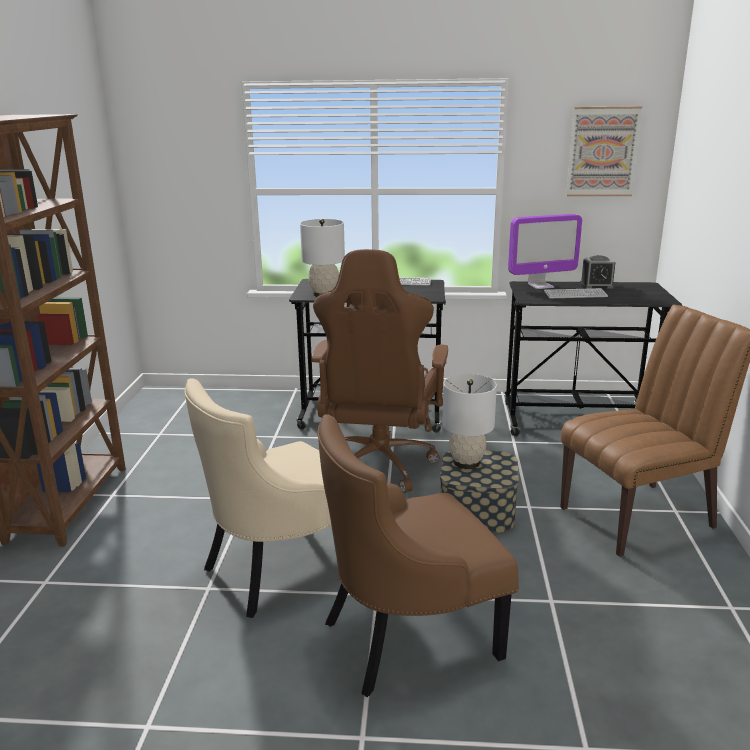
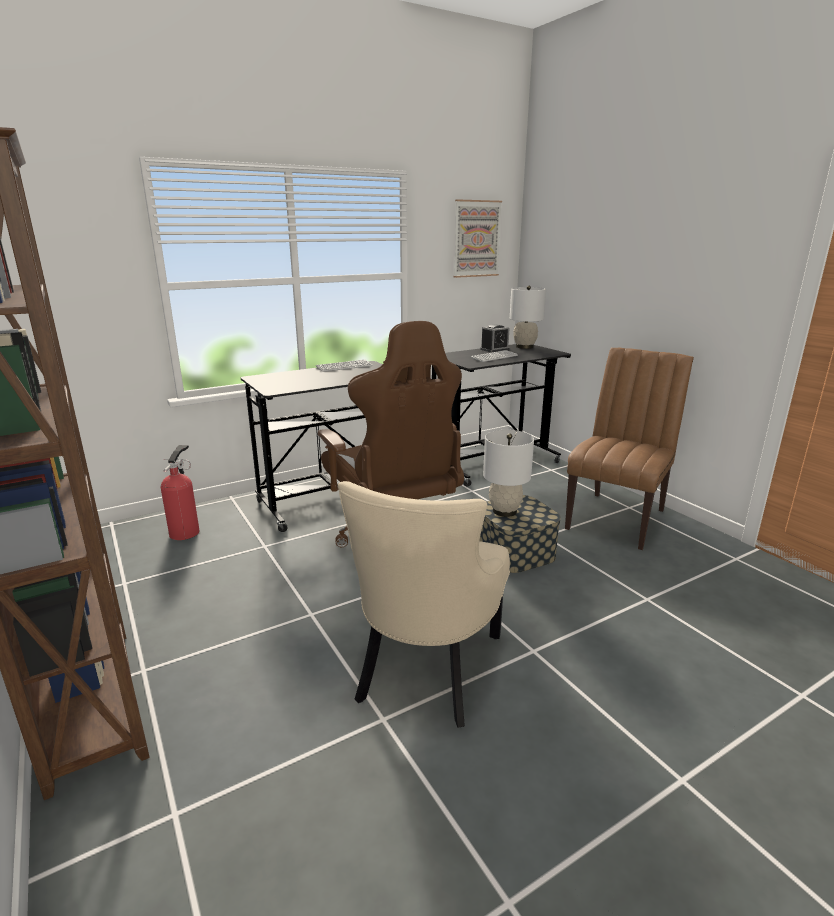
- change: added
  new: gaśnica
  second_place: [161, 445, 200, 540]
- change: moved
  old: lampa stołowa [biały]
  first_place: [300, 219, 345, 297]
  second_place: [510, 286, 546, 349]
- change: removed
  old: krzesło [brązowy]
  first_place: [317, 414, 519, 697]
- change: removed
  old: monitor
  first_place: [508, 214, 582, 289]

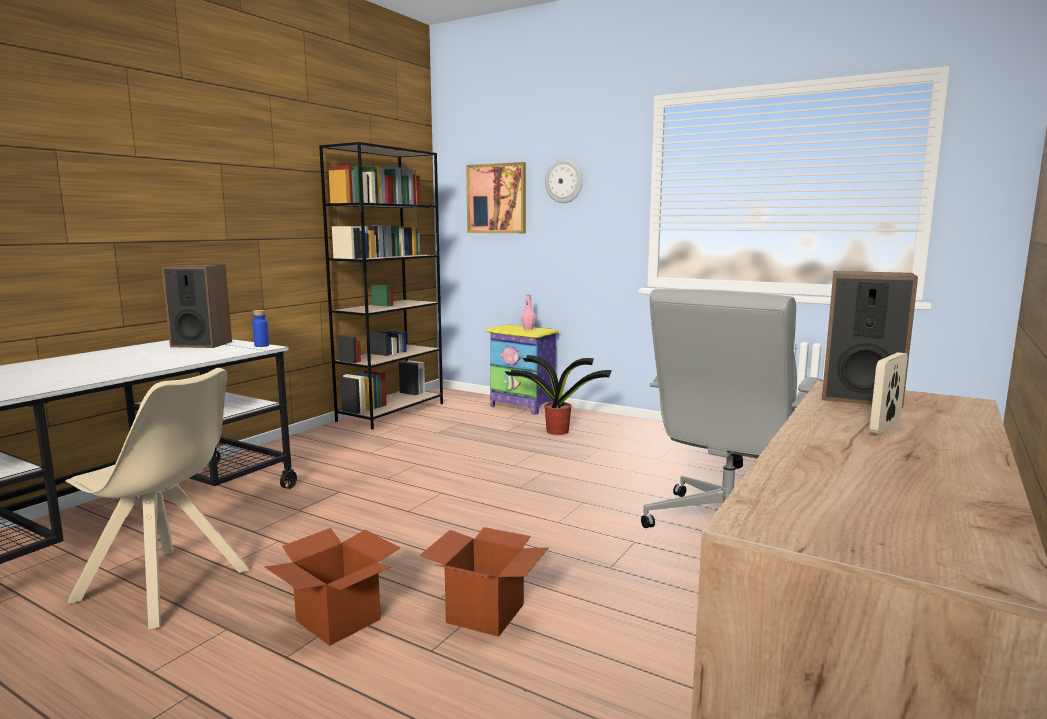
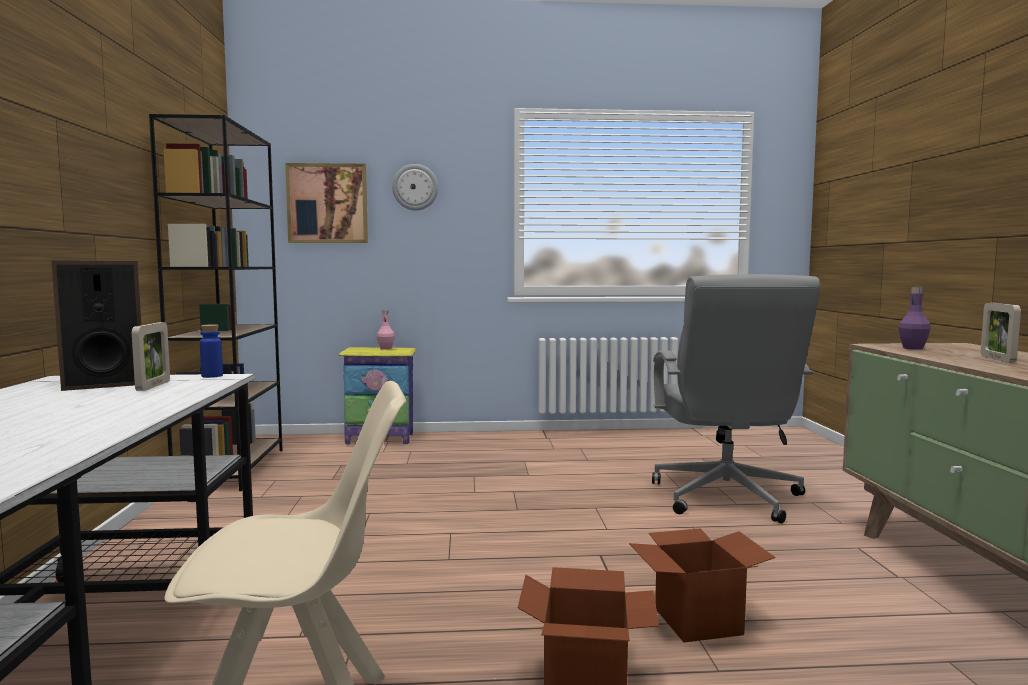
- change: added
  new: ramka na zdjęcie
  second_place: [132, 322, 170, 391]
- change: replaced
  old: głośnik
  new: butelka [fioletowy]
  first_place: [822, 271, 918, 408]
  second_place: [898, 287, 931, 350]
- change: removed
  old: roślina doniczkowa
  first_place: [505, 355, 612, 435]

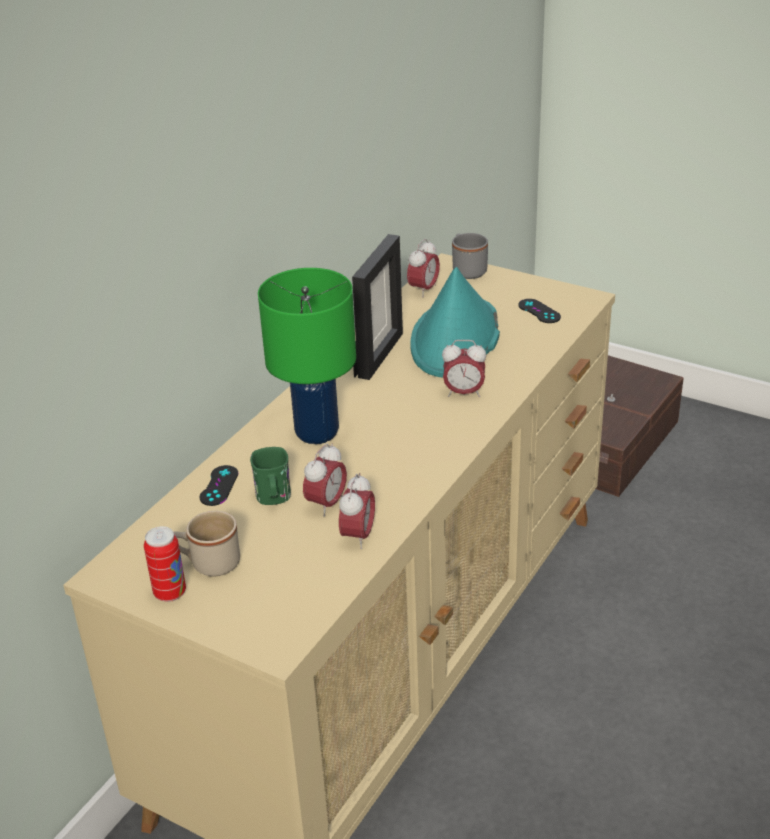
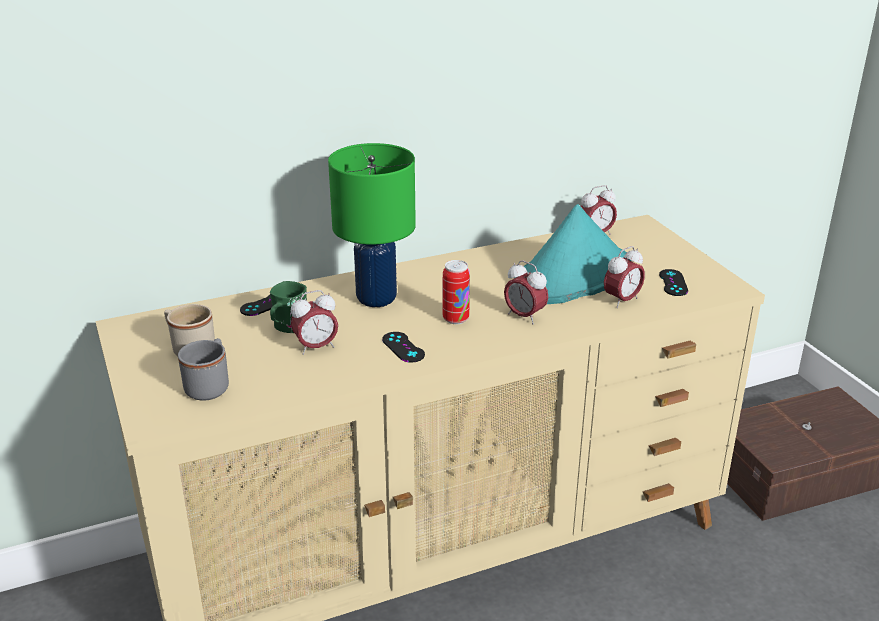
- change: moved
  old: kubek [szary]
  first_place: [452, 233, 488, 279]
  second_place: [178, 338, 229, 401]
- change: added
  new: pad do gier [czarny]
  second_place: [382, 332, 425, 363]
- change: moved
  old: puszka
  first_place: [144, 526, 186, 602]
  second_place: [443, 260, 470, 324]
- change: moved
  old: budzik
  first_place: [339, 473, 375, 549]
  second_place: [604, 246, 645, 308]
- change: removed
  old: ramka na zdjęcie
  first_place: [352, 234, 403, 380]

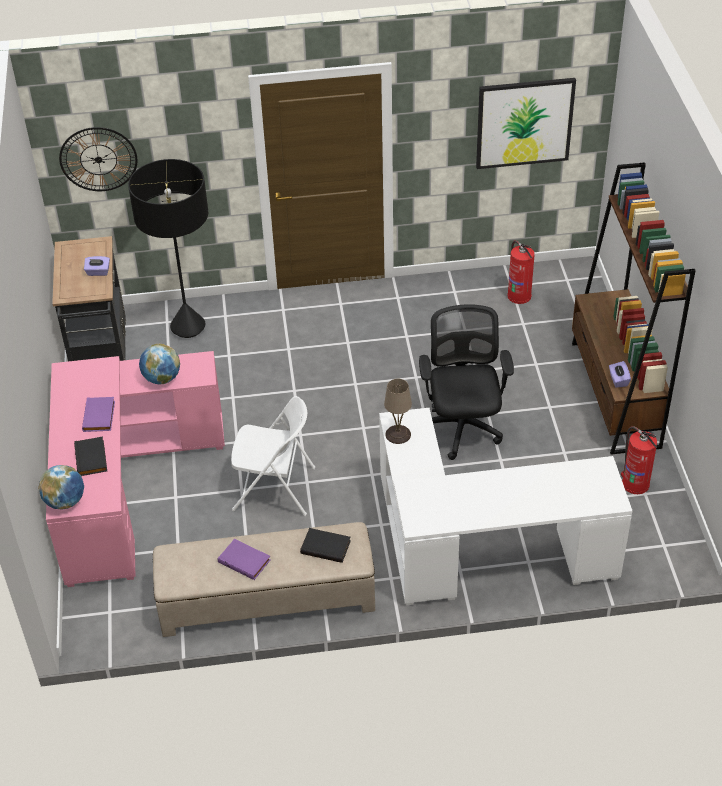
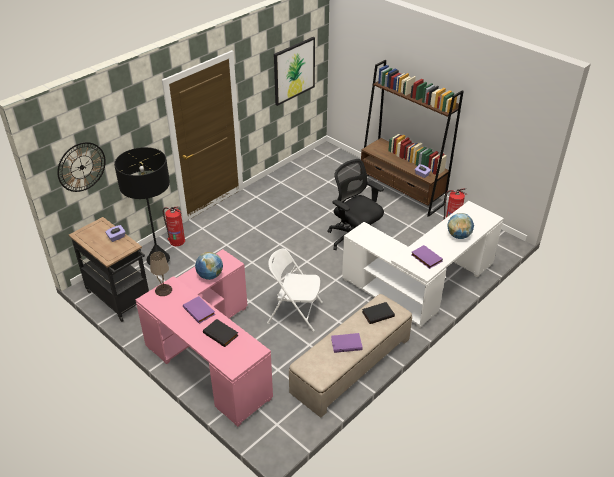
- change: moved
  old: lampa stołowa [beżowy]
  first_place: [384, 379, 412, 444]
  second_place: [150, 252, 172, 296]
- change: moved
  old: gaśnica
  first_place: [507, 240, 535, 304]
  second_place: [163, 206, 185, 246]
- change: turned
  old: krzesło [biały]
  first_place: [231, 396, 315, 516]
  second_place: [267, 249, 323, 332]
  degrees: -135
- change: added
  new: książka [fioletowy]
  second_place: [411, 245, 443, 269]
- change: moved
  old: globus
  first_place: [38, 465, 84, 509]
  second_place: [447, 213, 474, 239]

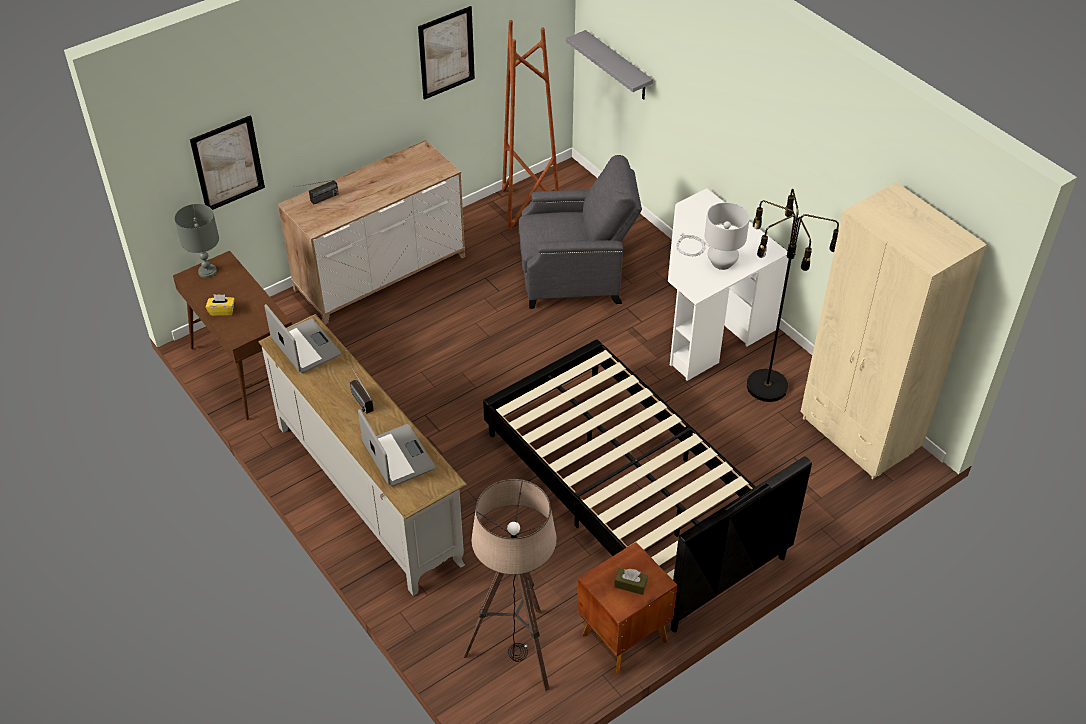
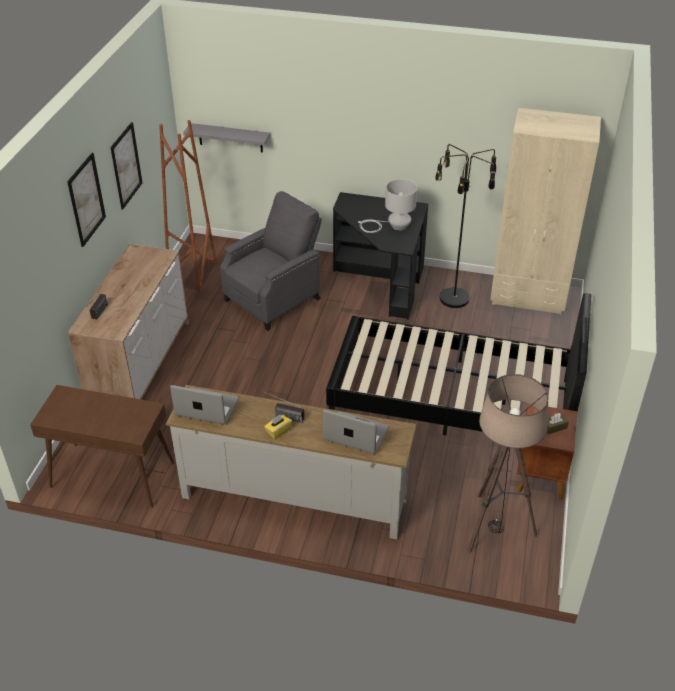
- change: moved
  old: obraz
  first_place: [190, 115, 265, 210]
  second_place: [67, 153, 106, 247]
- change: moved
  old: pudełko chusteczek [żółty]
  first_place: [206, 294, 235, 316]
  second_place: [264, 414, 292, 439]
- change: recoloured
  old: biurko [biały]
  new: biurko [czarny]
  first_place: [668, 188, 789, 381]
  second_place: [333, 192, 428, 320]
- change: removed
  old: lampa stołowa [szary]
  first_place: [174, 204, 219, 278]

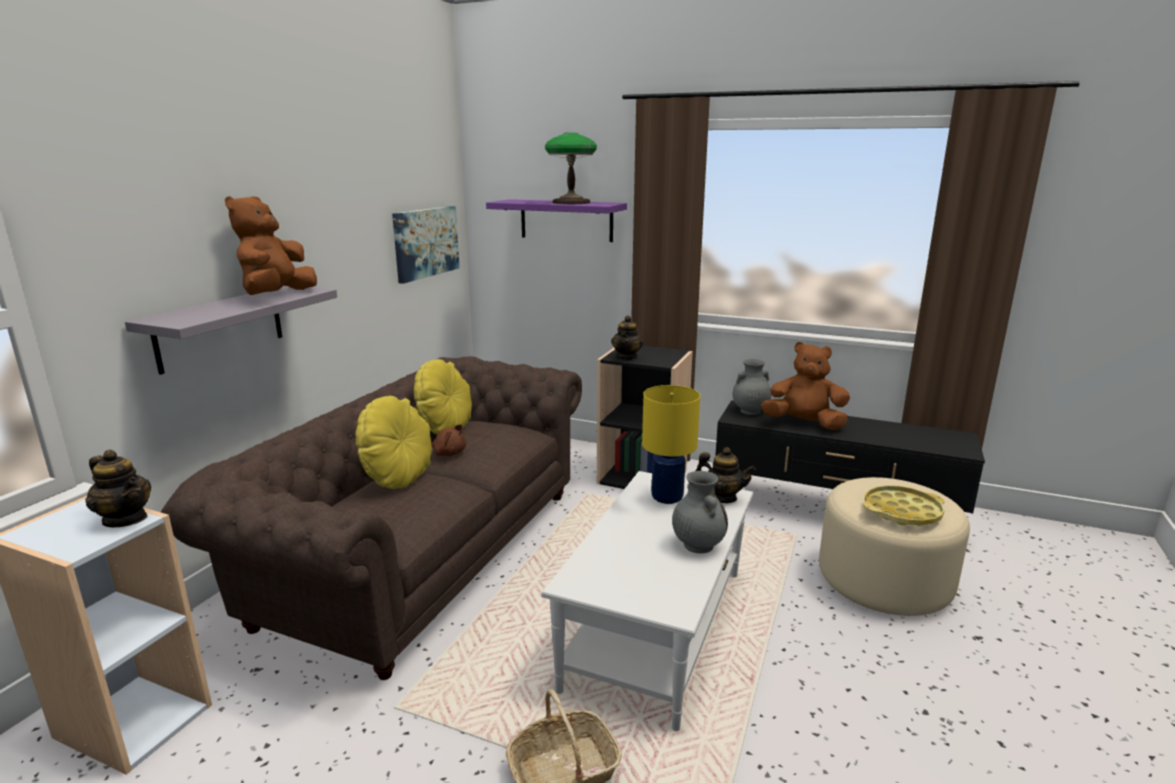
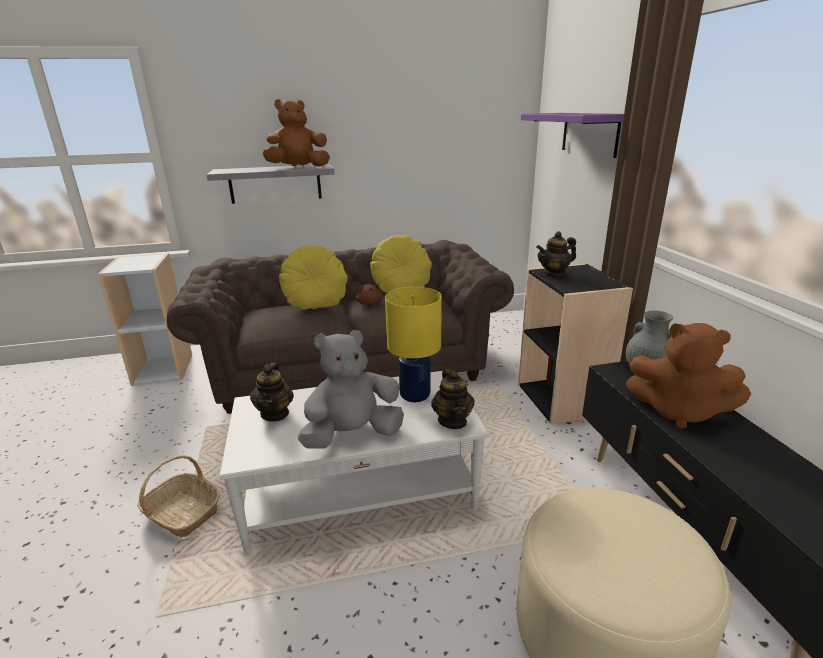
- change: moved
  old: imbryk
  first_place: [85, 450, 151, 527]
  second_place: [250, 363, 294, 422]
- change: replaced
  old: wazon [szary]
  new: pluszak [szary]
  first_place: [672, 471, 728, 553]
  second_place: [297, 330, 404, 449]
- change: turned
  old: pluszak [brązowy]
  first_place: [761, 342, 850, 430]
  second_place: [626, 323, 751, 429]
  degrees: 135
- change: removed
  old: obraz
  first_place: [392, 206, 460, 284]
- change: removed
  old: lampa stołowa
  first_place: [545, 133, 597, 204]
- change: removed
  old: taca [żółty]
  first_place: [863, 485, 945, 526]

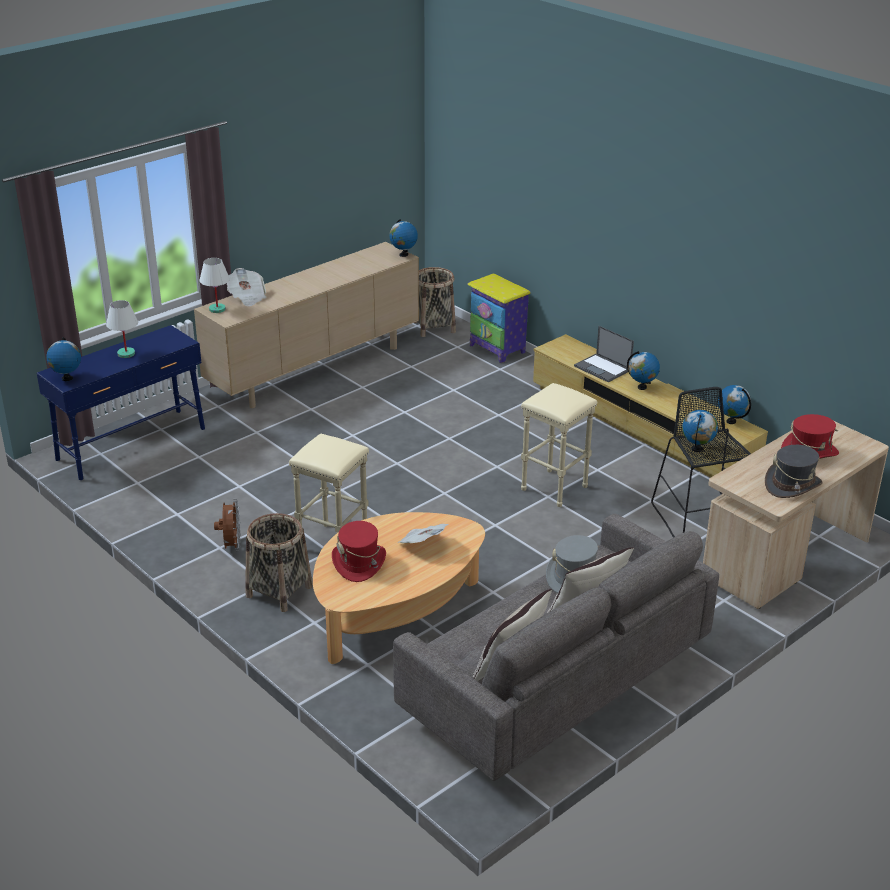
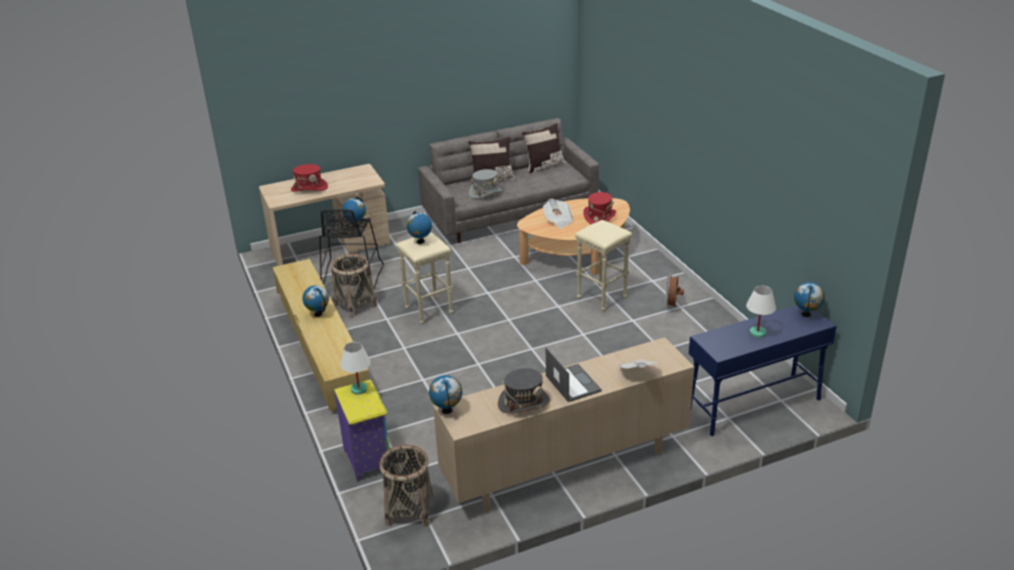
- change: moved
  old: koszyk
  first_place: [245, 513, 313, 612]
  second_place: [331, 253, 377, 318]
- change: moved
  old: lampa stołowa [biały]
  first_place: [199, 258, 230, 313]
  second_place: [340, 342, 371, 395]
- change: moved
  old: globus
  first_place: [718, 385, 751, 424]
  second_place: [406, 211, 432, 244]
- change: moved
  old: kapelusz [szary]
  first_place: [765, 445, 822, 498]
  second_place: [498, 368, 550, 414]
- change: moved
  old: laptop
  first_place: [574, 326, 634, 383]
  second_place: [546, 348, 602, 402]

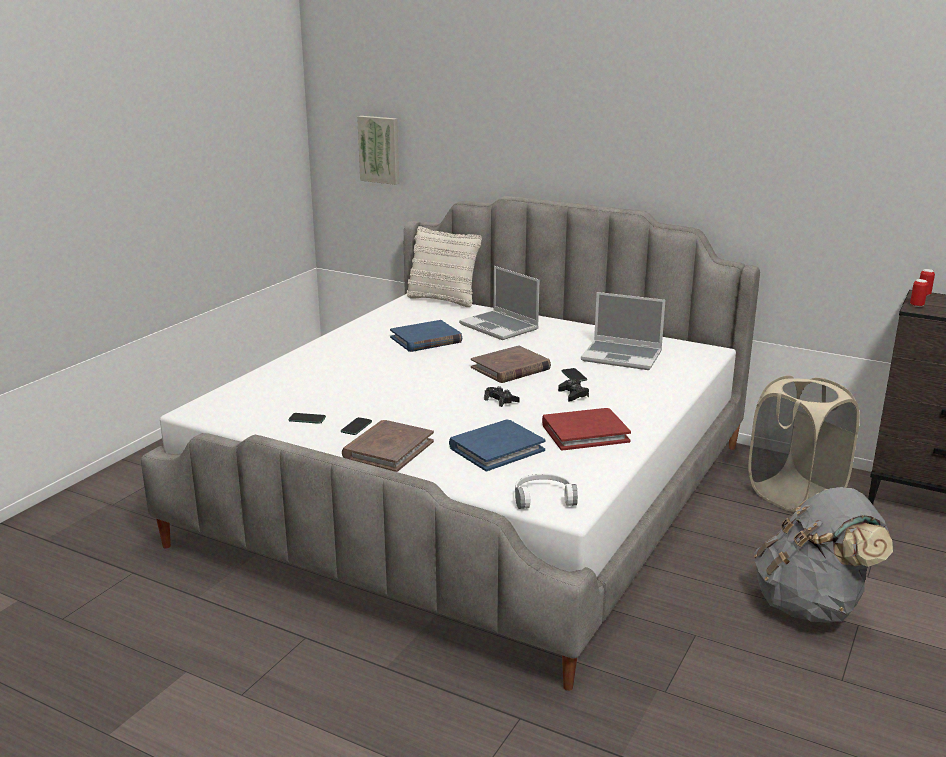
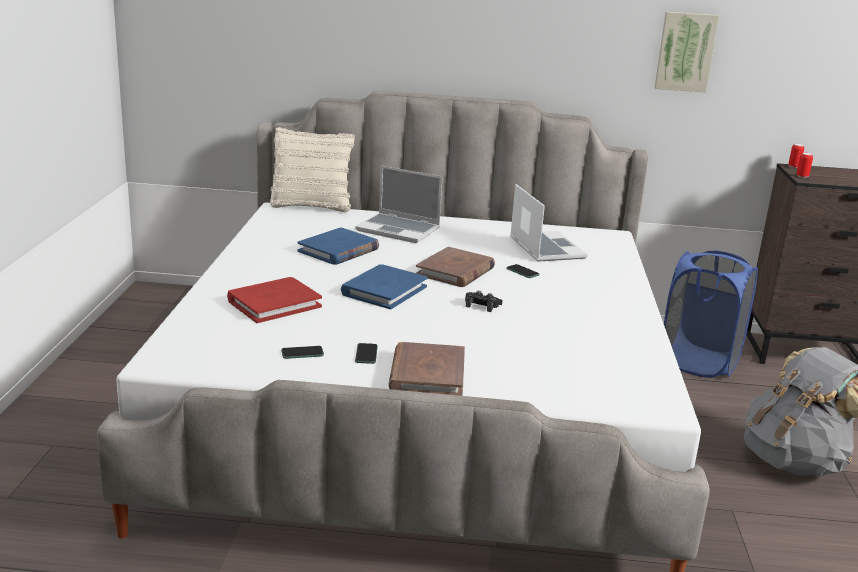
- change: moved
  old: książka [czerwony]
  first_place: [542, 408, 631, 451]
  second_place: [227, 277, 322, 323]
- change: moved
  old: książka [niebieski]
  first_place: [449, 420, 546, 471]
  second_place: [341, 264, 428, 309]
- change: turned
  old: laptop
  first_place: [581, 292, 665, 370]
  second_place: [510, 184, 588, 262]
  degrees: -105
- change: moved
  old: obraz
  first_place: [357, 116, 399, 185]
  second_place: [655, 12, 719, 92]
- change: recoloured
  old: kosz na pranie [beżowy]
  new: kosz na pranie [niebieski]
  first_place: [748, 376, 860, 512]
  second_place: [664, 250, 758, 378]
- change: removed
  old: słuchawki [biały]
  first_place: [515, 473, 578, 509]
- change: removed
  old: pad do gier [czarny]
  first_place: [558, 379, 589, 402]

